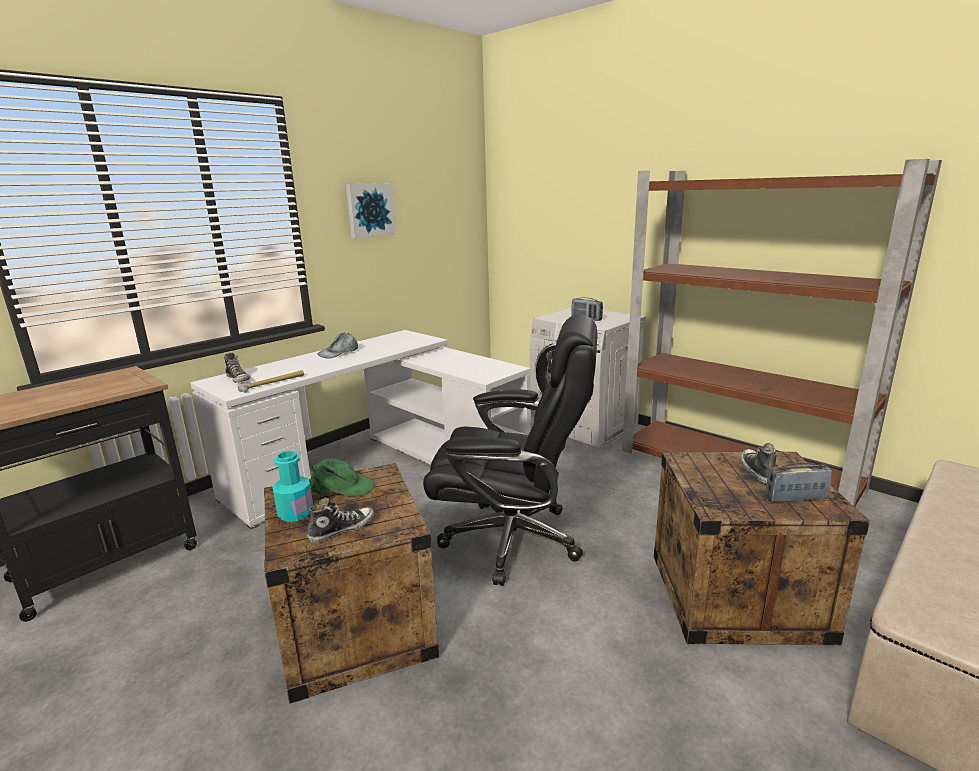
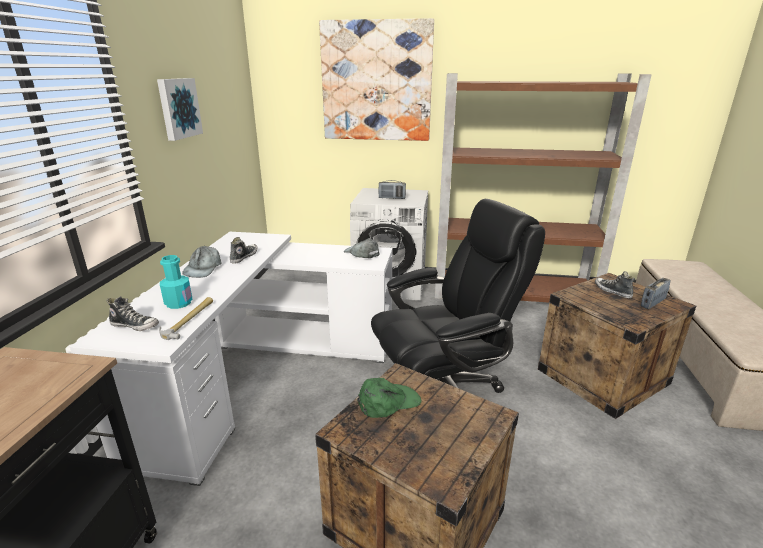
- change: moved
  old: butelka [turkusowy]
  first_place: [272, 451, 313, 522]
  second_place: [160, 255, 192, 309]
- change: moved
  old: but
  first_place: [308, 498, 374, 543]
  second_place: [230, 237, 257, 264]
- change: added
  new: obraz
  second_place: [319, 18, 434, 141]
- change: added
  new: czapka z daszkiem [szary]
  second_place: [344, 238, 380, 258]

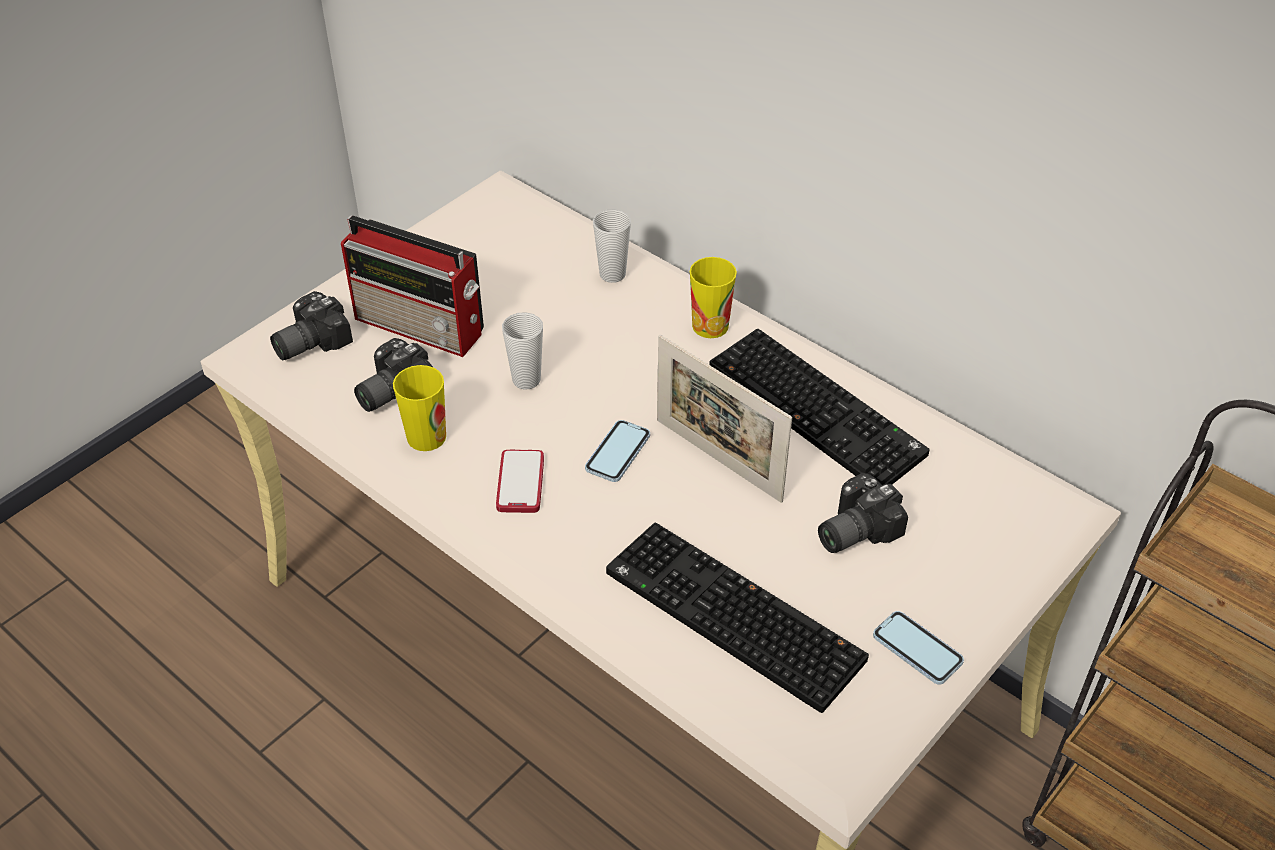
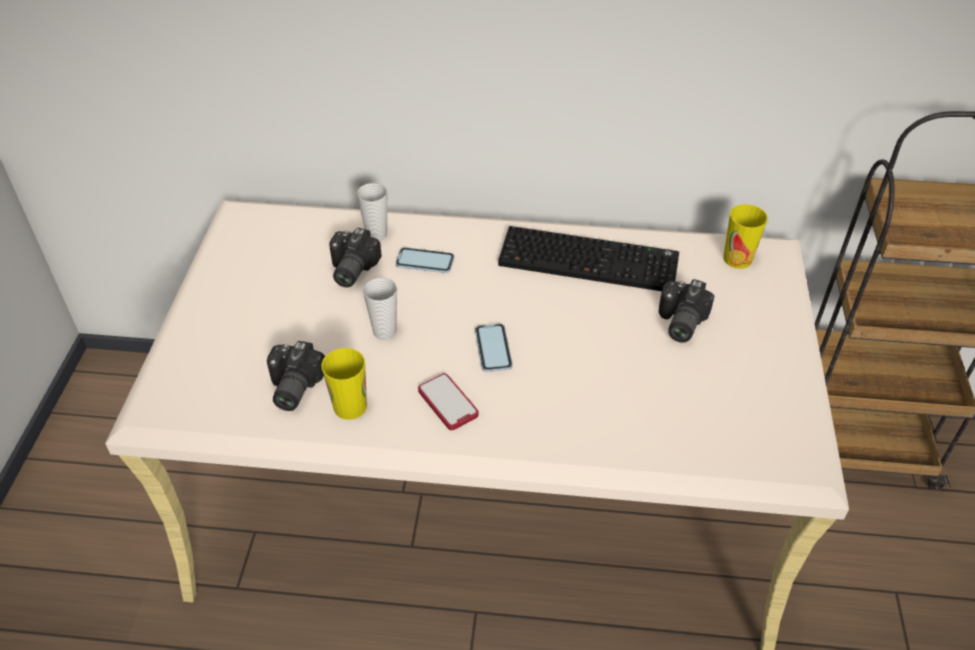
- change: moved
  old: aparat fotograficzny
  first_place: [270, 291, 353, 360]
  second_place: [329, 228, 382, 288]
- change: moved
  old: telefon
  first_place: [873, 611, 964, 685]
  second_place: [396, 247, 454, 273]
- change: moved
  old: filiżanka
  first_place: [690, 257, 737, 338]
  second_place: [723, 204, 768, 269]
- change: removed
  old: radio
  first_place: [341, 215, 484, 357]
- change: removed
  old: klawiatura
  first_place: [606, 523, 869, 713]
- change: removed
  old: ramka na zdjęcie
  first_place: [657, 334, 792, 503]

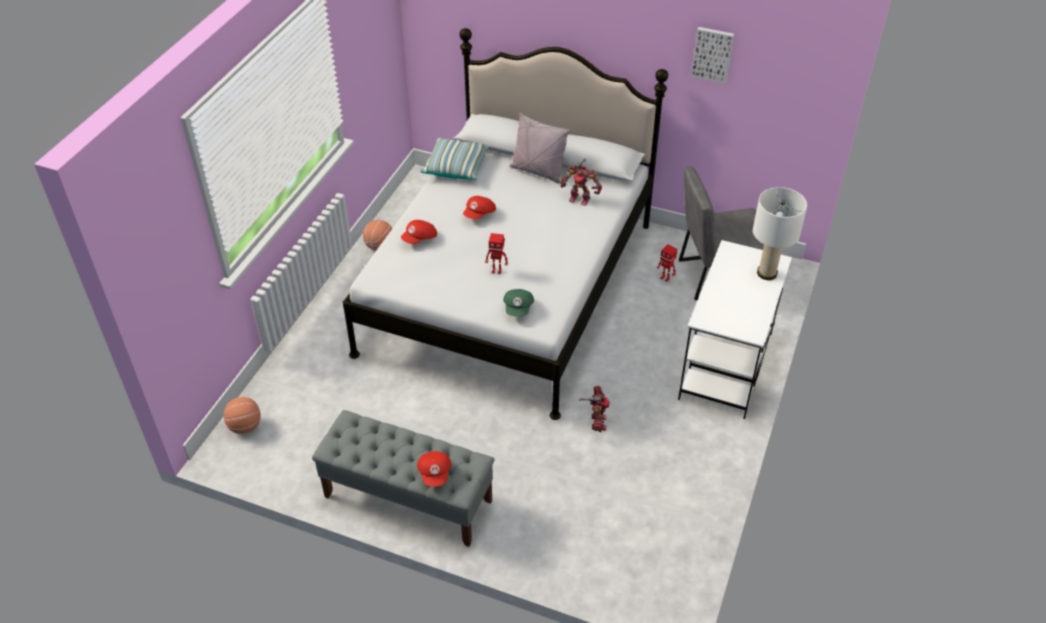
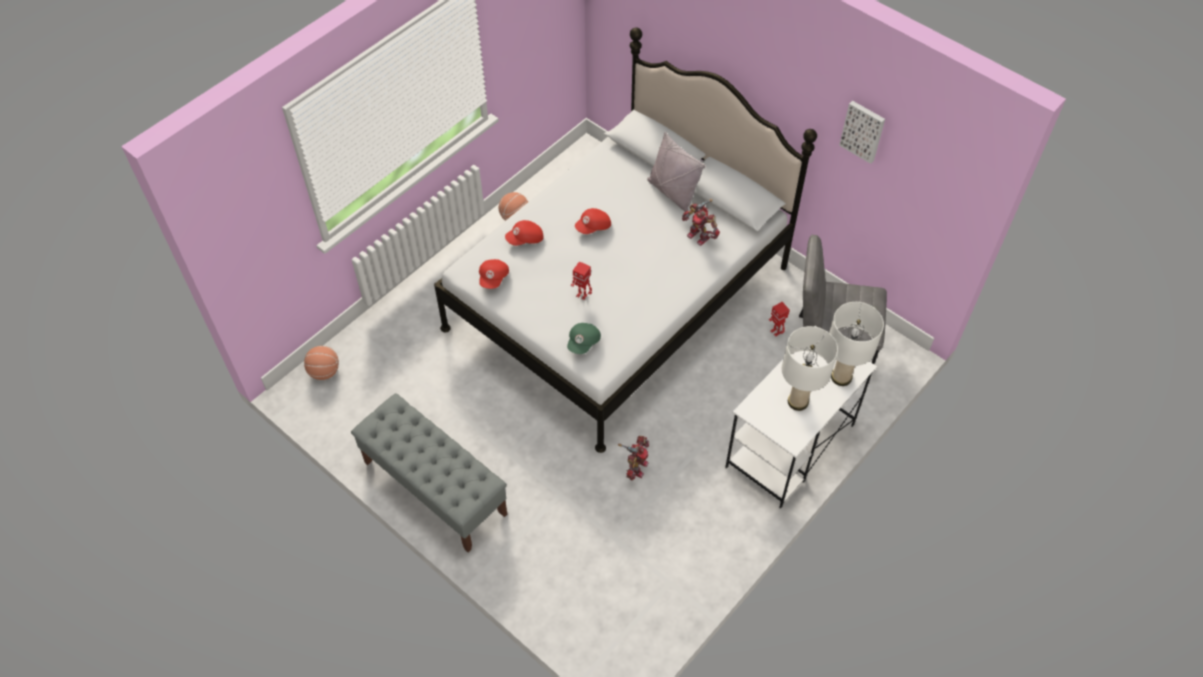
- change: moved
  old: czapka z daszkiem [czerwony]
  first_place: [417, 451, 451, 487]
  second_place: [479, 259, 509, 289]
- change: added
  new: lampa stołowa [biały]
  second_place: [782, 326, 838, 411]
- change: removed
  old: poduszka
  first_place: [420, 137, 490, 180]

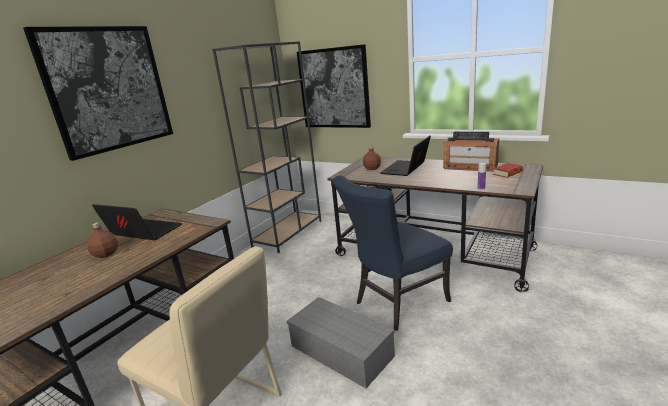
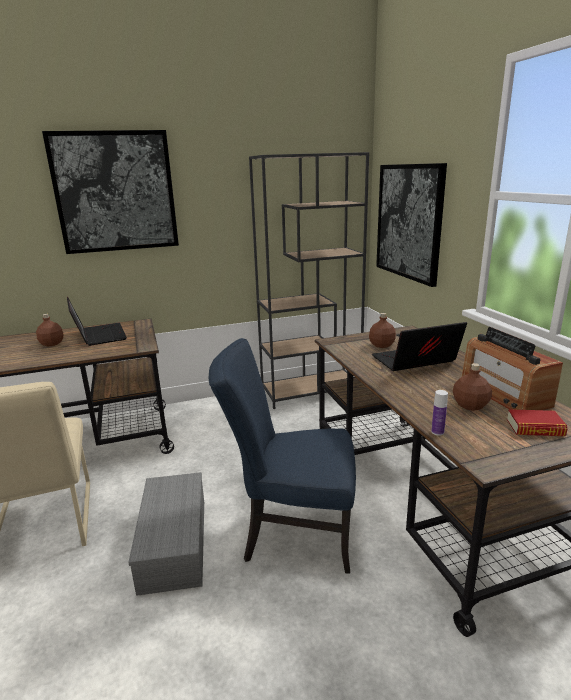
- change: added
  new: butelka [brązowy]
  second_place: [453, 363, 492, 411]

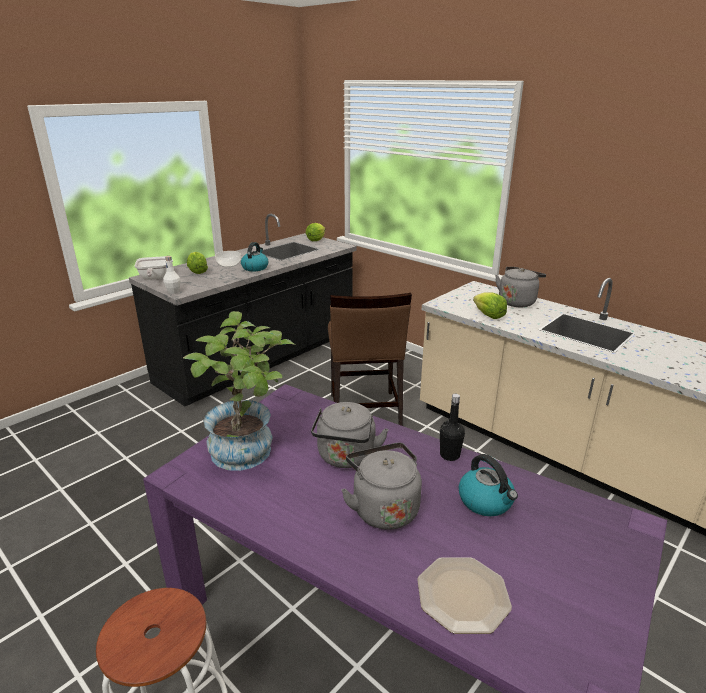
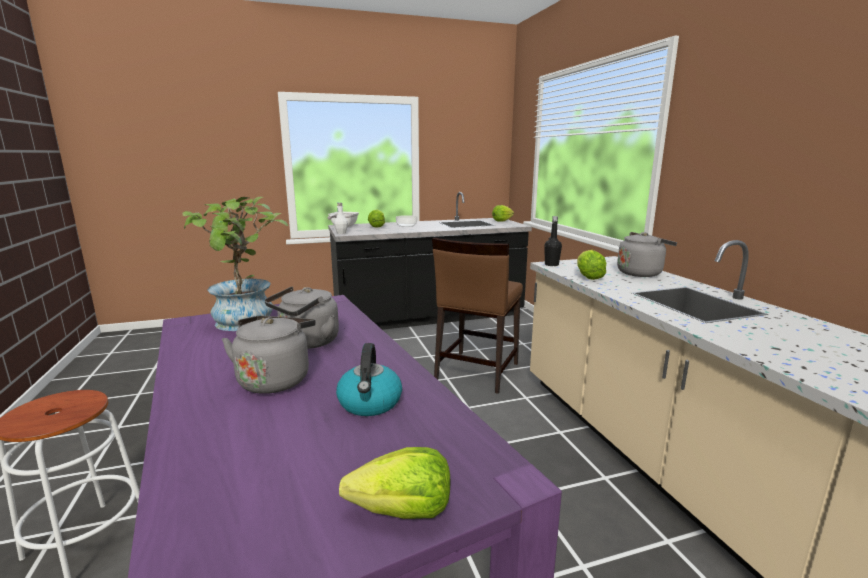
- change: added
  new: sałata
  second_place: [339, 447, 450, 519]
- change: moved
  old: butelka [czarny]
  first_place: [440, 394, 465, 461]
  second_place: [544, 216, 562, 266]
- change: removed
  old: czajnik
  first_place: [241, 242, 268, 271]
- change: removed
  old: talerz
  first_place: [417, 557, 512, 634]

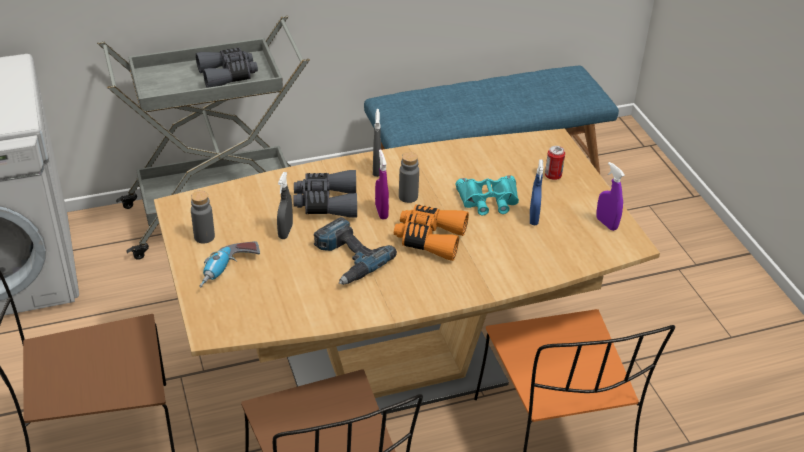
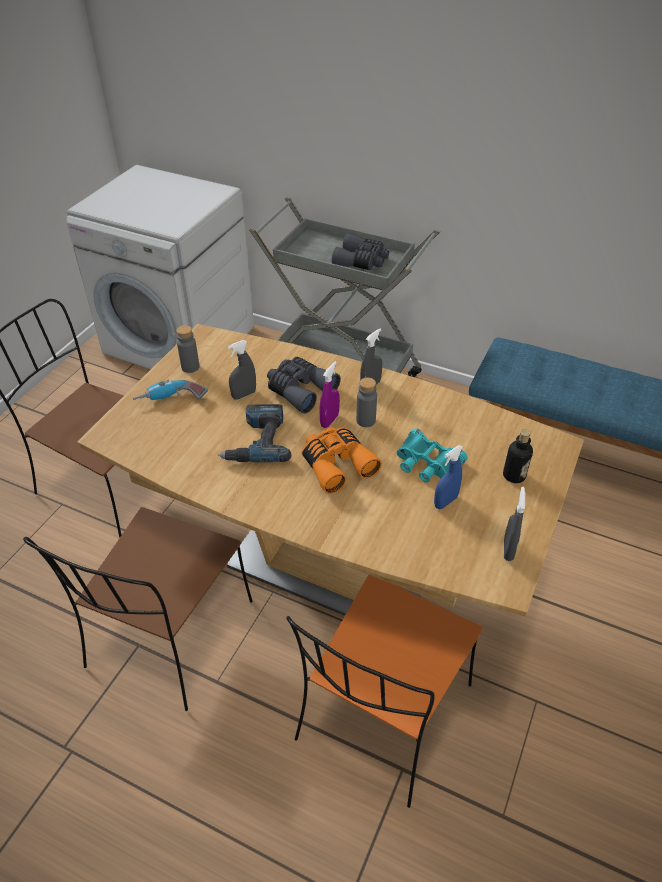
- change: replaced
  old: puszka
  new: butelka
  first_place: [545, 146, 565, 180]
  second_place: [503, 429, 533, 483]
- change: recoloured
  old: spryskiwacz [fioletowy]
  new: spryskiwacz [szary]
  first_place: [596, 162, 625, 231]
  second_place: [504, 487, 525, 561]

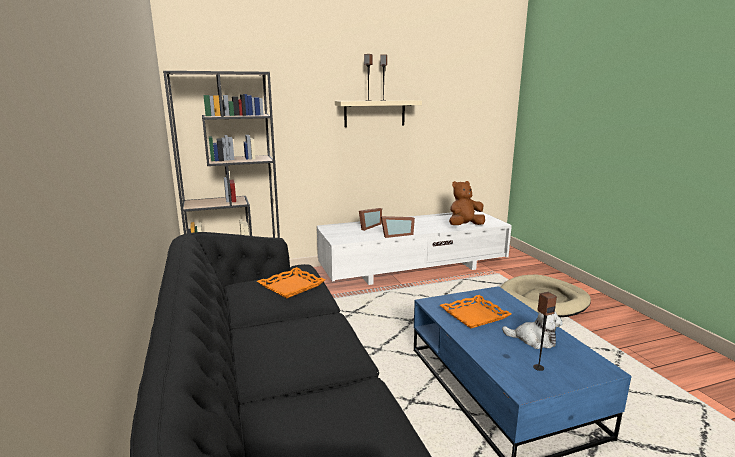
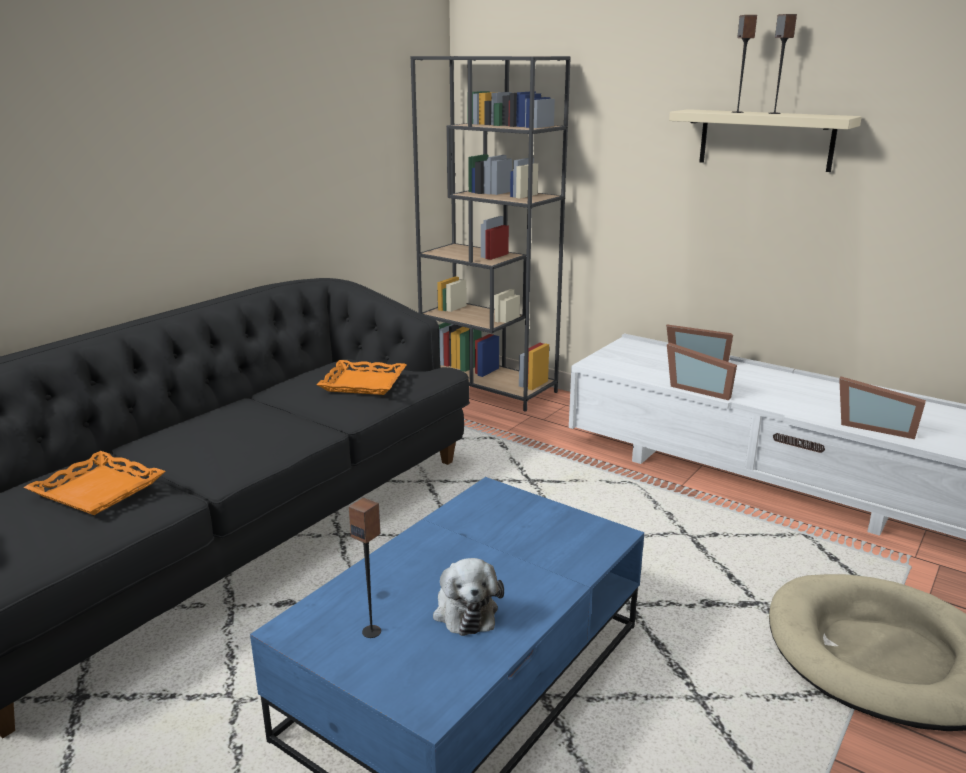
- change: moved
  old: taca [pomarańczowy]
  first_place: [440, 295, 511, 328]
  second_place: [24, 451, 166, 515]
- change: replaced
  old: pluszak [brązowy]
  new: ramka na zdjęcie
  first_place: [449, 181, 485, 225]
  second_place: [839, 376, 926, 439]

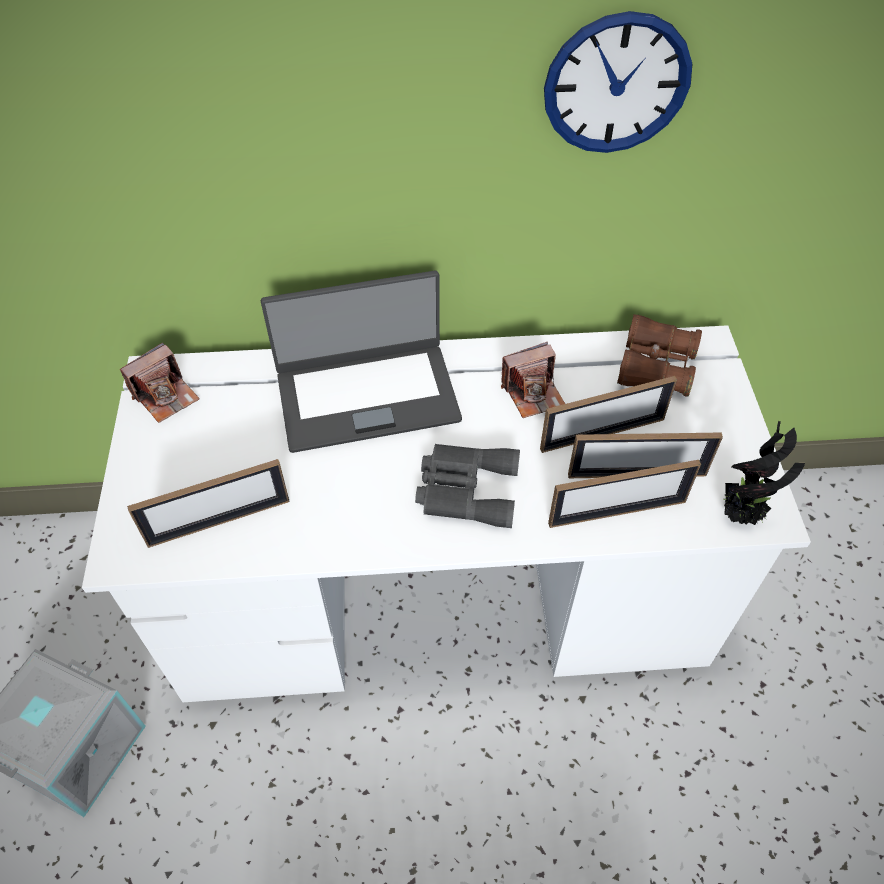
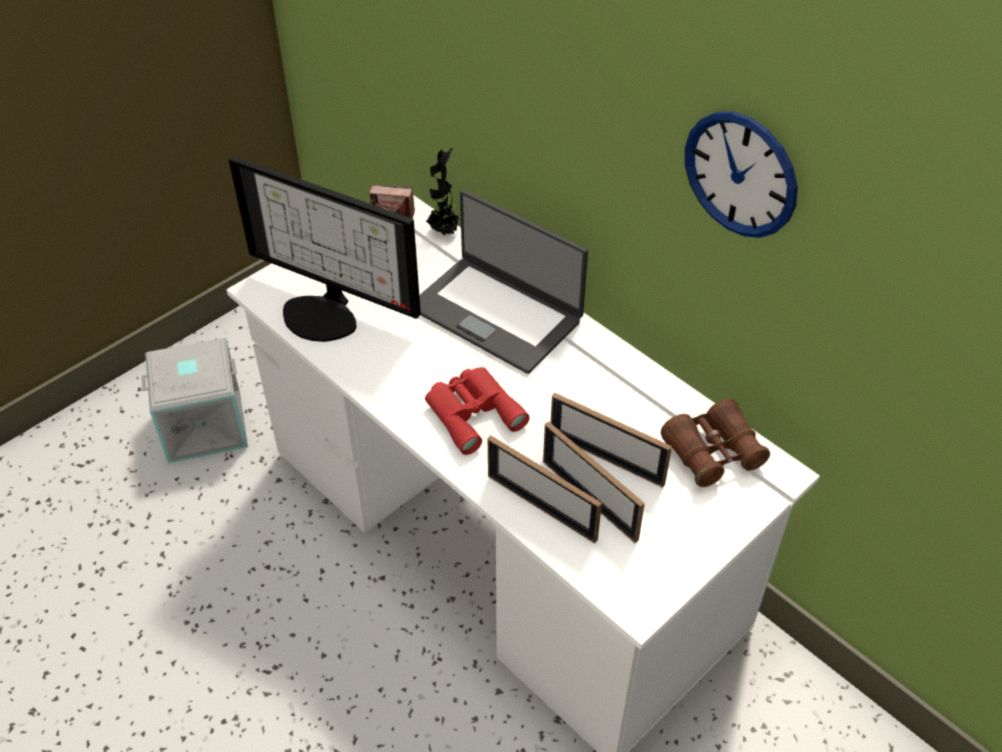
- change: replaced
  old: ramka na zdjęcie
  new: monitor
  first_place: [127, 459, 290, 548]
  second_place: [229, 156, 421, 342]
- change: recoloured
  old: lornetka [szary]
  new: lornetka [czerwony]
  first_place: [415, 444, 520, 528]
  second_place: [425, 367, 530, 455]
- change: moved
  old: roślina doniczkowa
  first_place: [721, 421, 805, 525]
  second_place: [426, 148, 461, 235]
- change: removed
  old: aparat fotograficzny
  first_place: [501, 342, 565, 418]

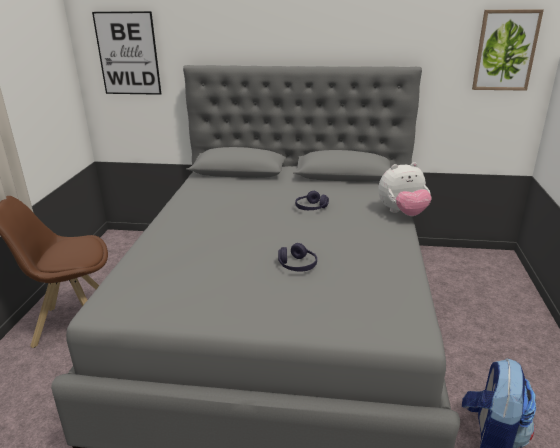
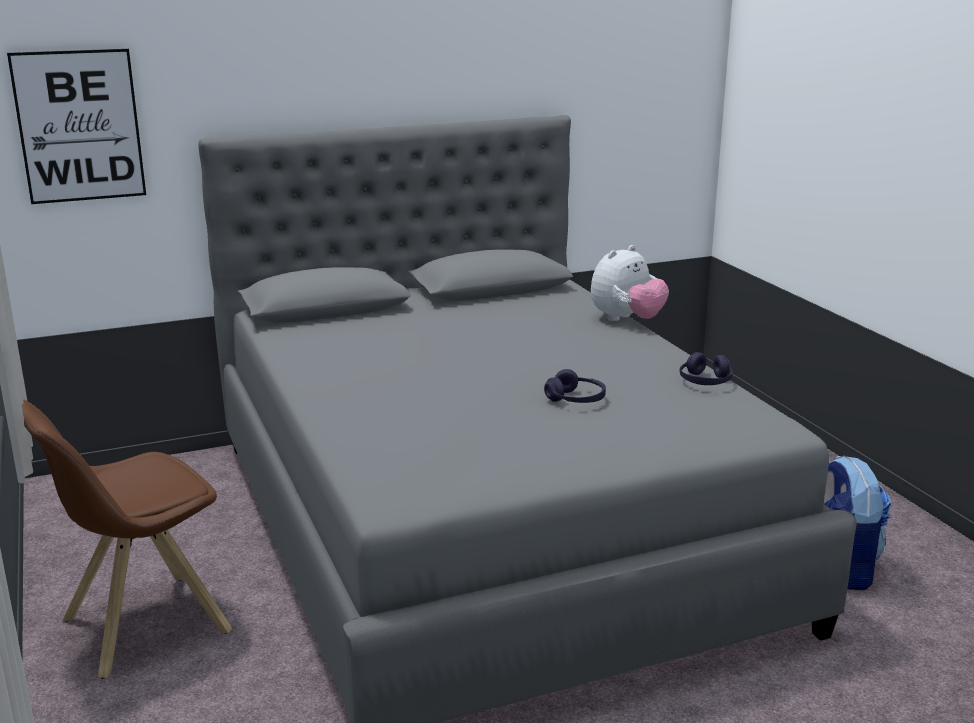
- change: moved
  old: słuchawki [fioletowy]
  first_place: [295, 191, 329, 210]
  second_place: [680, 352, 733, 385]
- change: removed
  old: obraz
  first_place: [472, 9, 544, 91]

